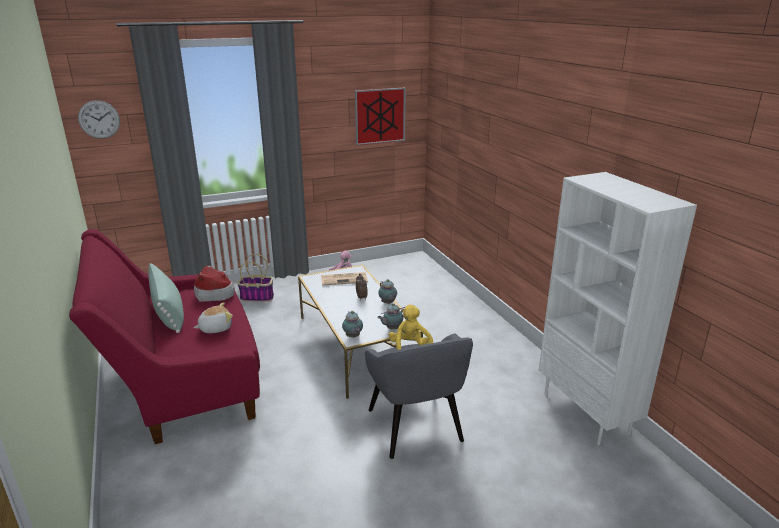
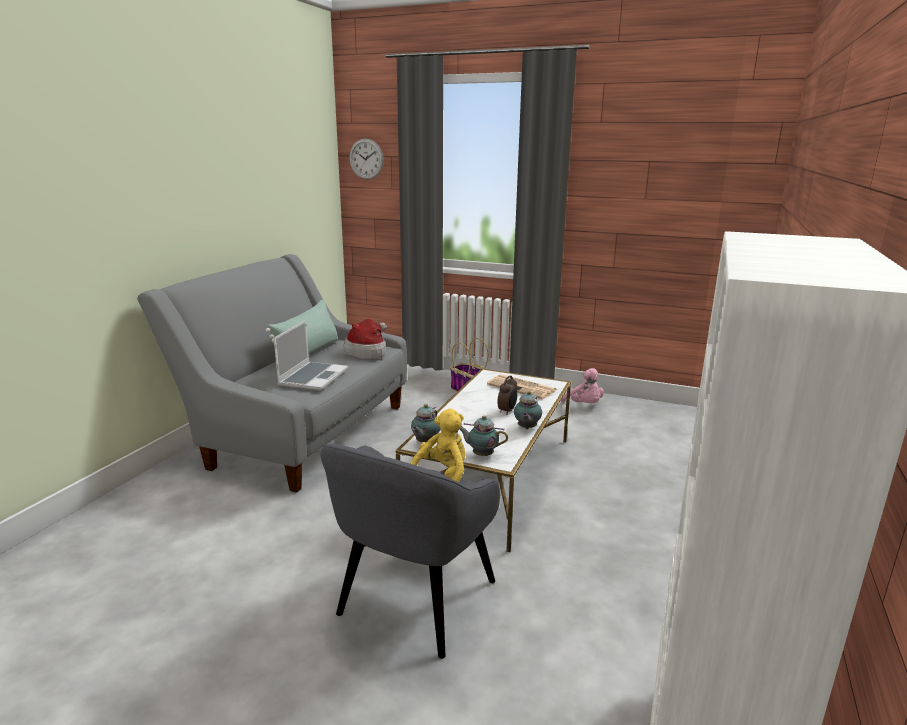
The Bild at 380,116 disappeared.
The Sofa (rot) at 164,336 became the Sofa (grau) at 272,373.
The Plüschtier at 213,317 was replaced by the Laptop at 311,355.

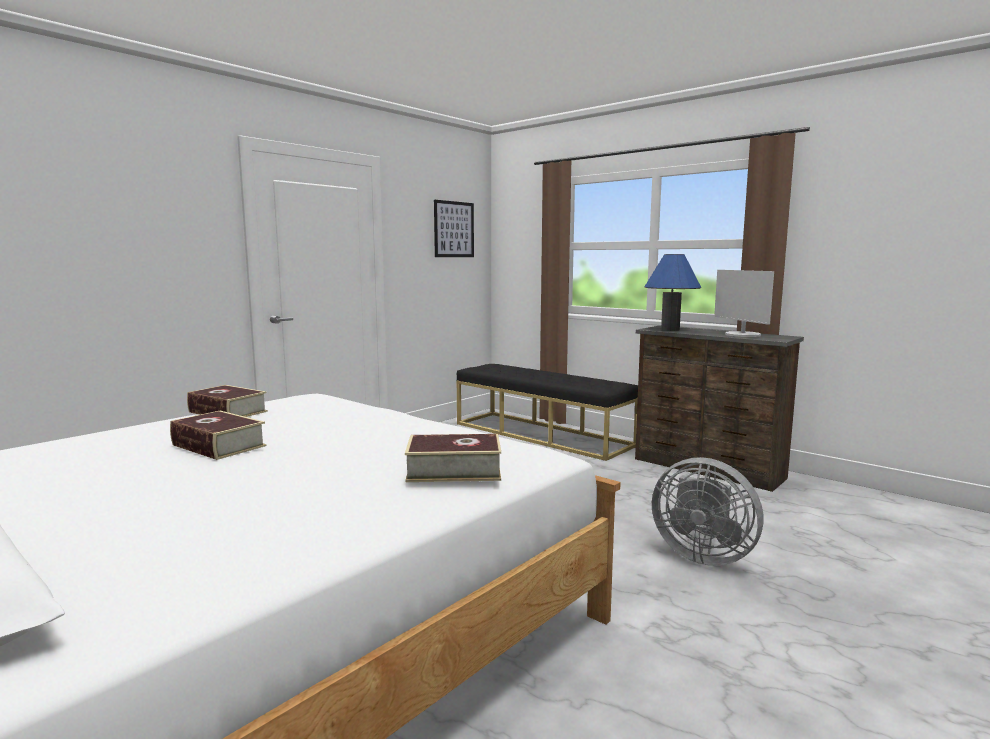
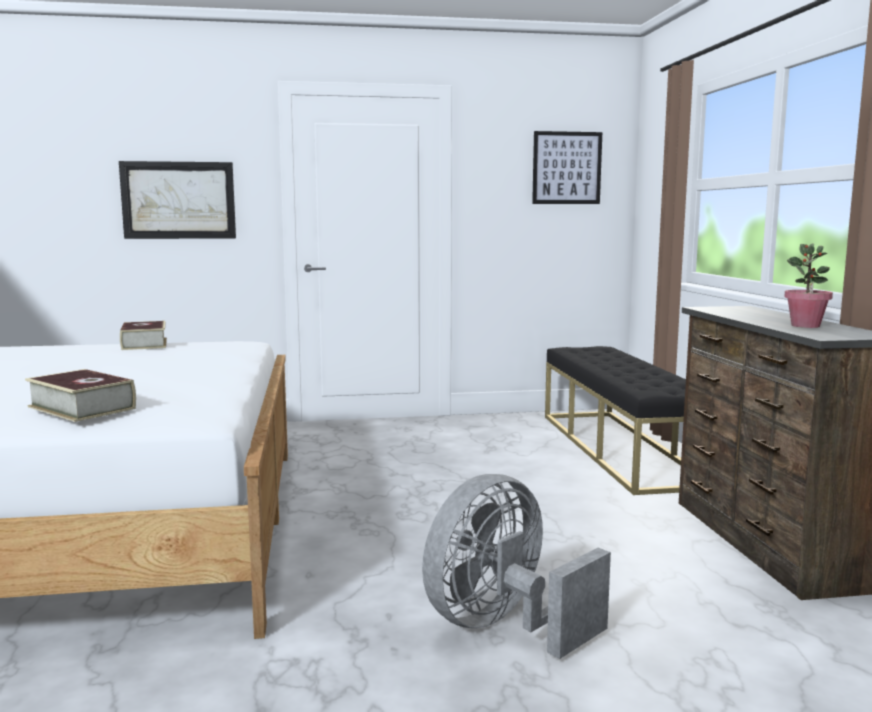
The Tischlampe (blau) at 673,292 disappeared.
The Monitor at 744,303 was replaced by the Topfpflanze at 808,285.
The Buch at 218,435 disappeared.
The Ventilator (grau) at 708,511 turned 60 degrees clockwise.
The Bild at 177,200 appeared.

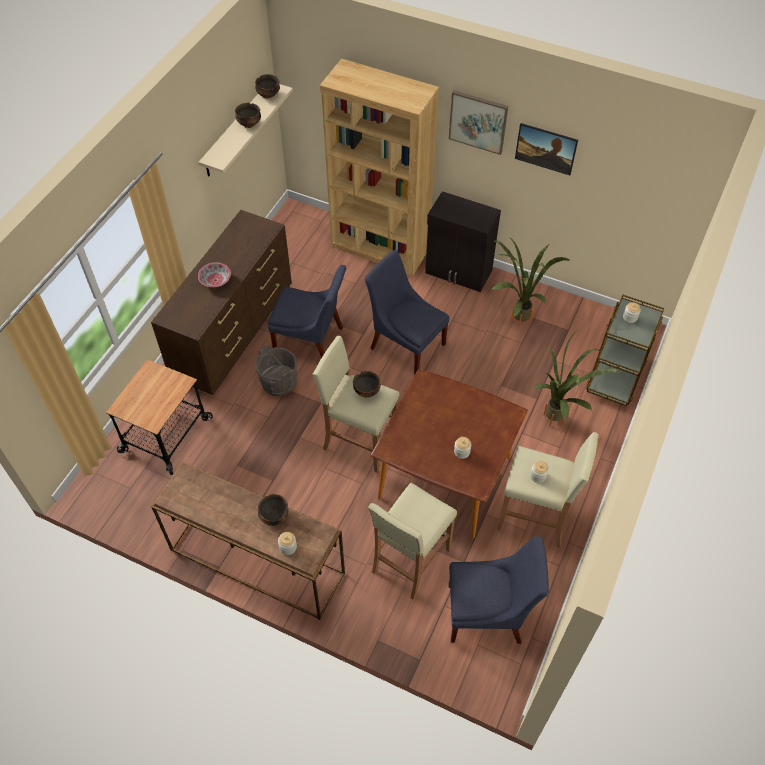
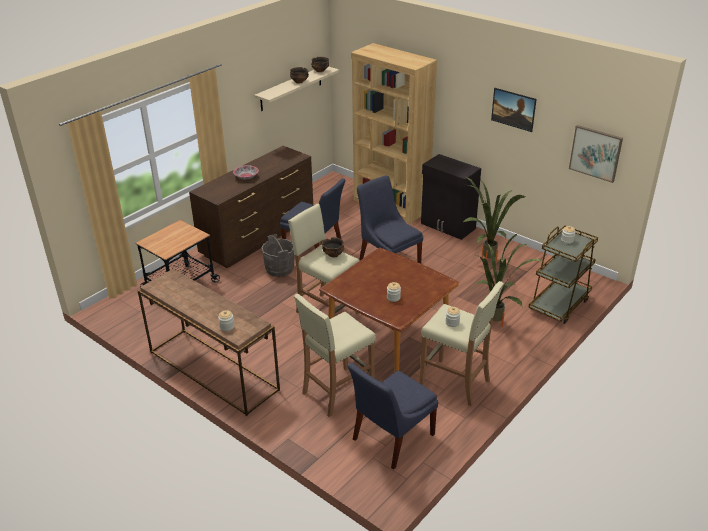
The Bild moved from 478,122 to 596,154.
The Schüssel at 273,510 disappeared.
The Stuhl (blau) at 499,590 turned 120 degrees clockwise.

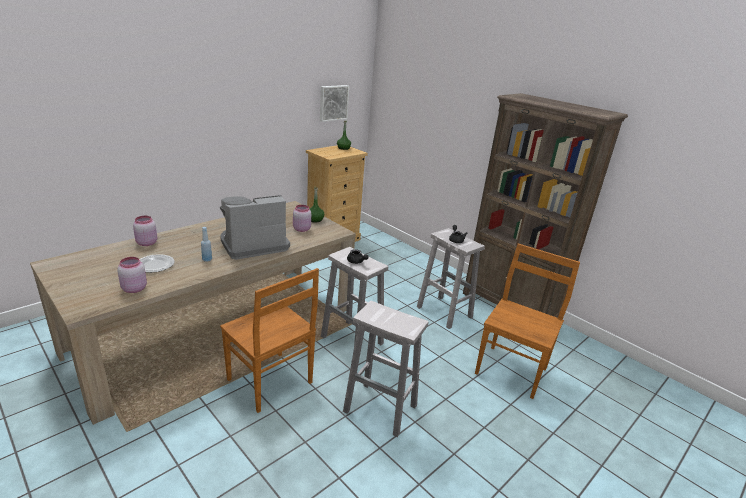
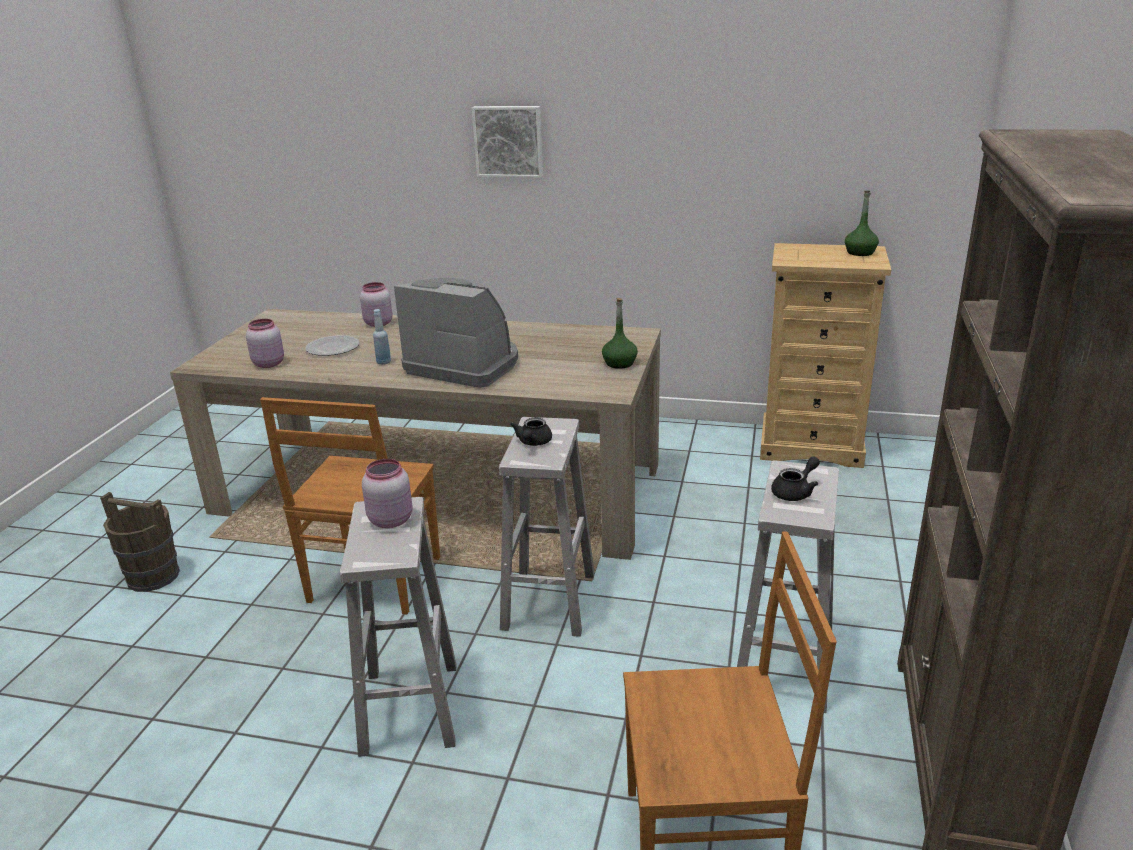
The Bild moved from 334,103 to 507,142.
The Vorratsglas (rosa) moved from 302,218 to 387,493.
The Eimer (braun) at 140,542 appeared.

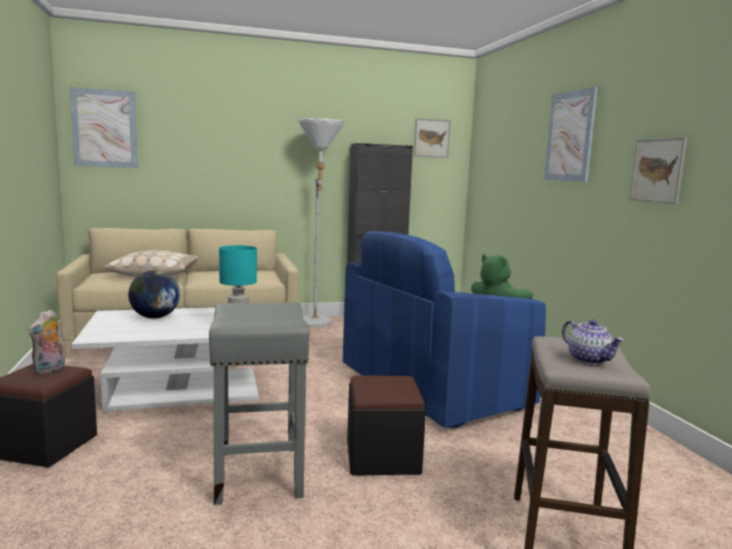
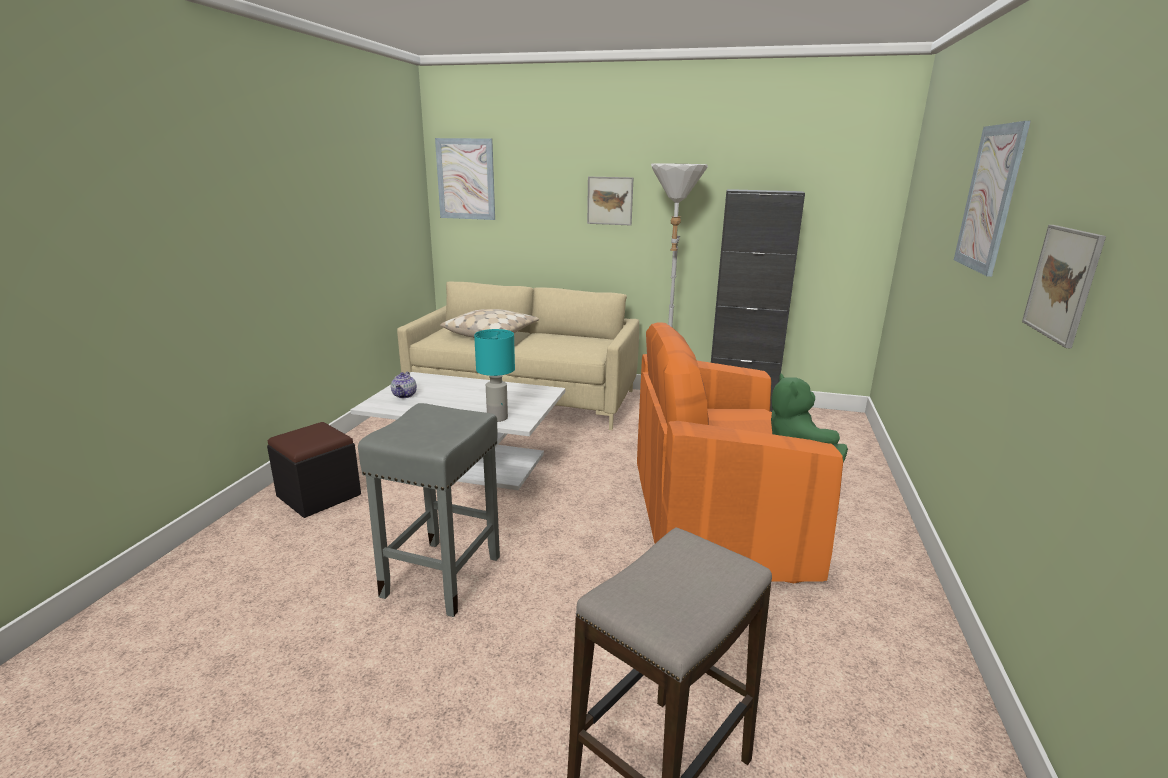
The Bild moved from 432,138 to 610,201.
The Sessel (blau) at 444,329 became the Sessel (orange) at 740,452.
The Globus at 154,294 disappeared.
The Plüschtier at 46,341 disappeared.
The Teekanne moved from 593,342 to 404,385.
The Polsterhocker (schwarz) at 386,425 disappeared.

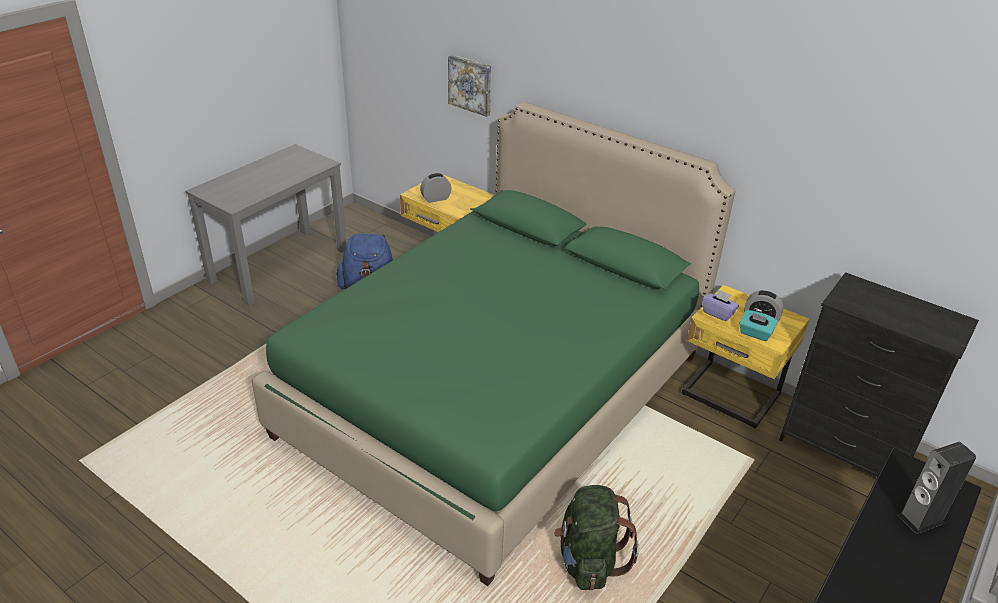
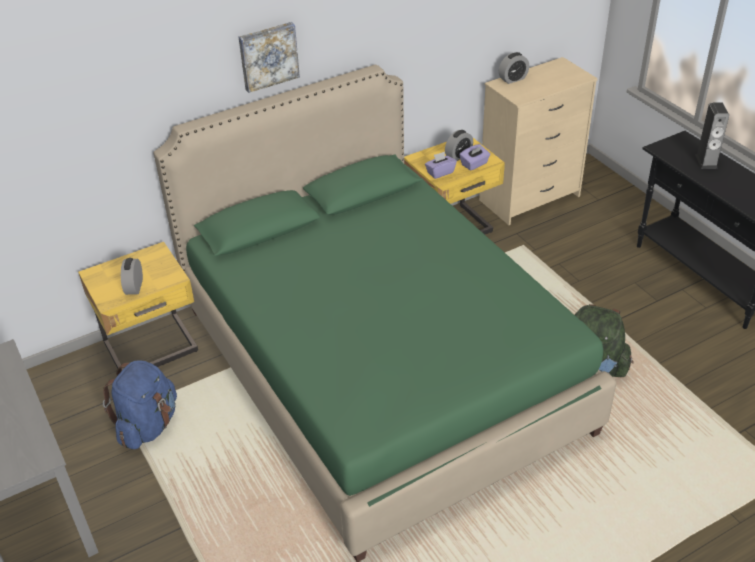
The Bild moved from 469,85 to 269,57.
The Kommode (schwarz) at 879,374 became the Kommode (beige) at 538,141.
The Taschentuchbox (türkis) at 758,325 became the Taschentuchbox (lila) at 474,157.
The Wecker at 514,68 appeared.

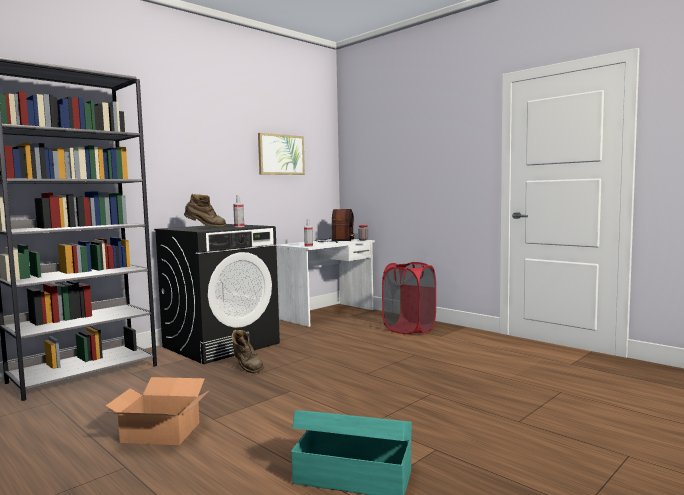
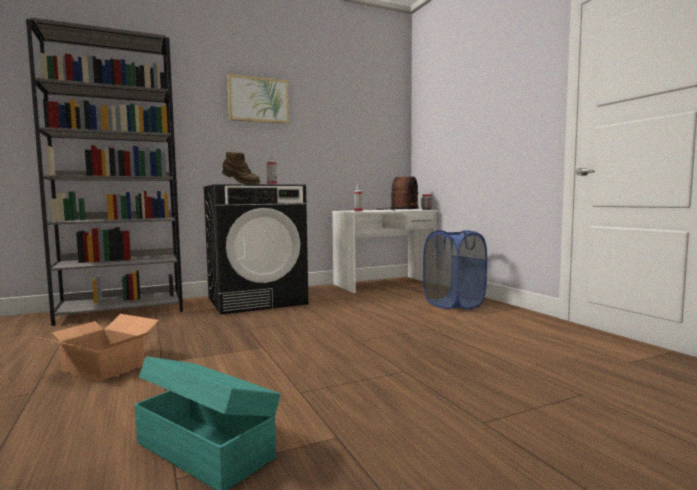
The Bild moved from 281,154 to 258,99.
The Wäschekorb (rot) at 409,298 became the Wäschekorb (blau) at 455,270.
The Stiefel (braun) at 248,351 disappeared.

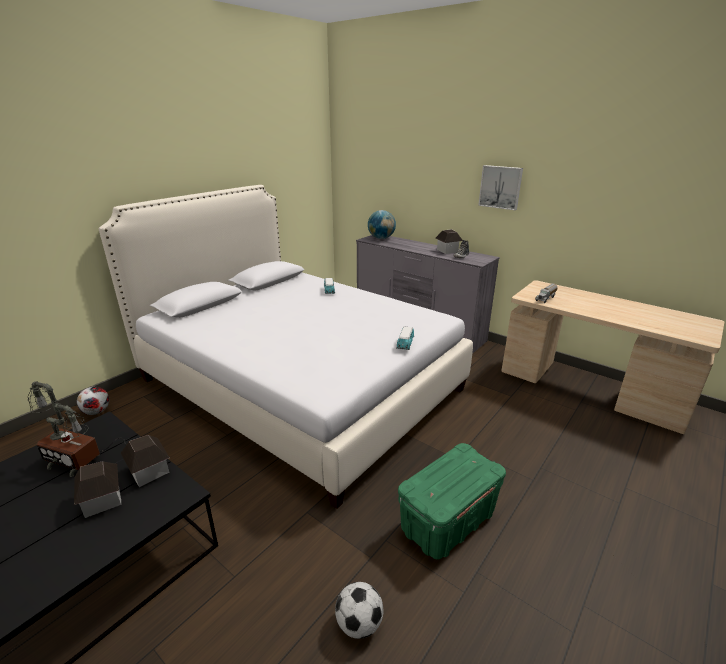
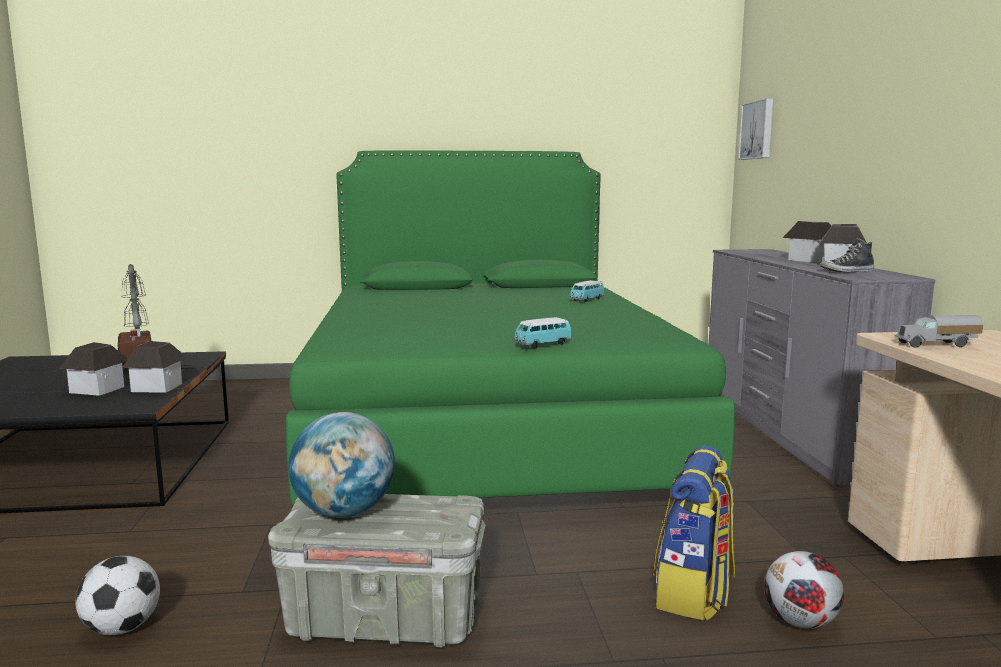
The Bild moved from 500,187 to 755,129.
The Bett (weiß) at 285,347 became the Bett (grün) at 510,327.
The Globus moved from 382,224 to 341,465.
The Fußball moved from 93,401 to 804,590.
The Aufbewahrungsbox (grün) at 452,501 became the Aufbewahrungsbox (grau) at 377,571.
The Spielzeughaus at 807,242 appeared.
The Rucksack at 694,533 appeared.

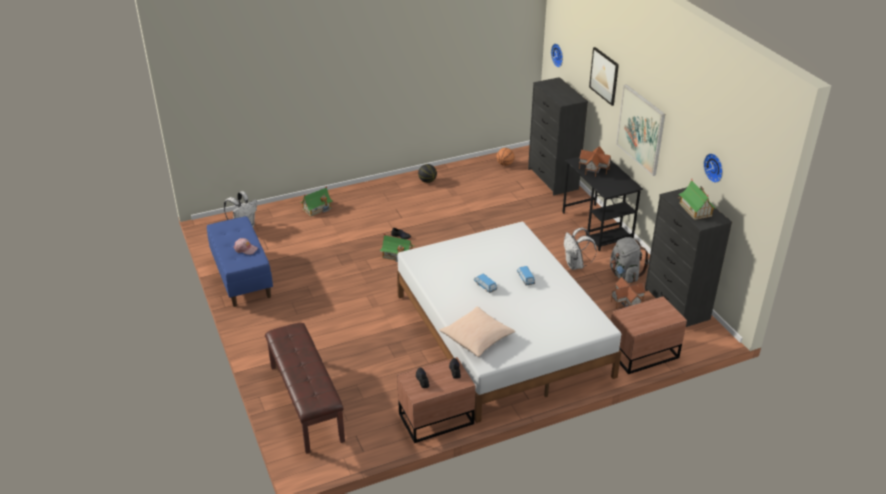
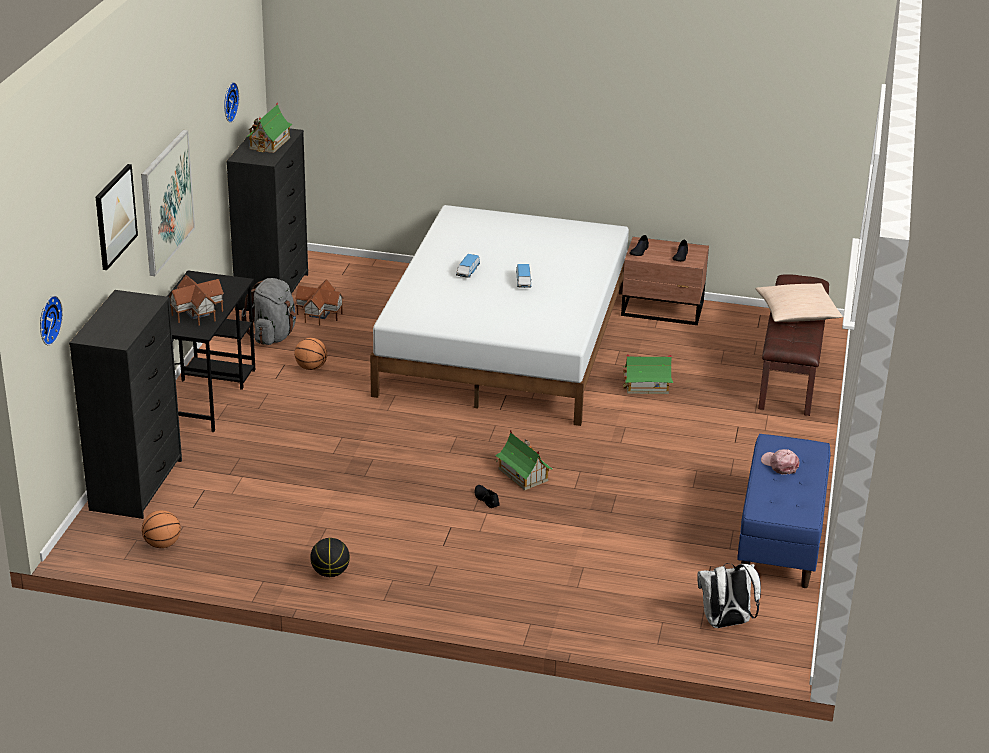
The Spielzeughaus moved from 316,201 to 647,374.
The Rucksack (weiß) at 580,249 was replaced by the Basketball at 310,354.
The Nachttisch (braun) at 649,335 disappeared.
The Kissen (beige) moved from 477,332 to 799,302.

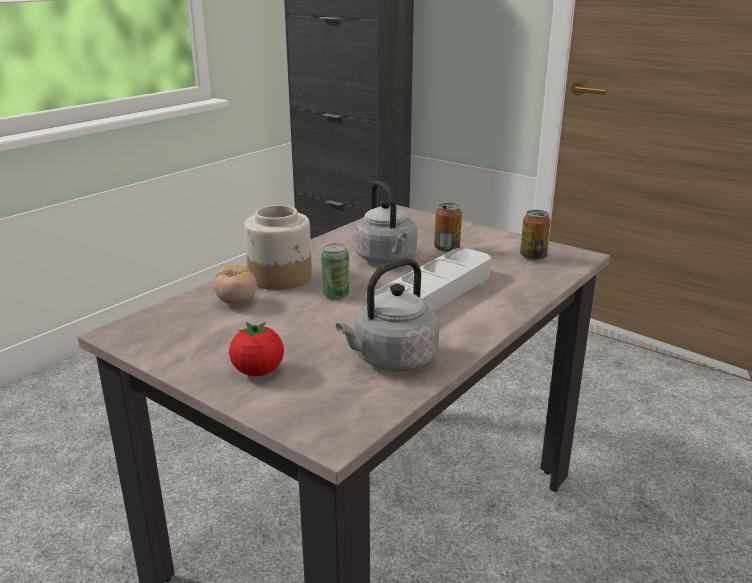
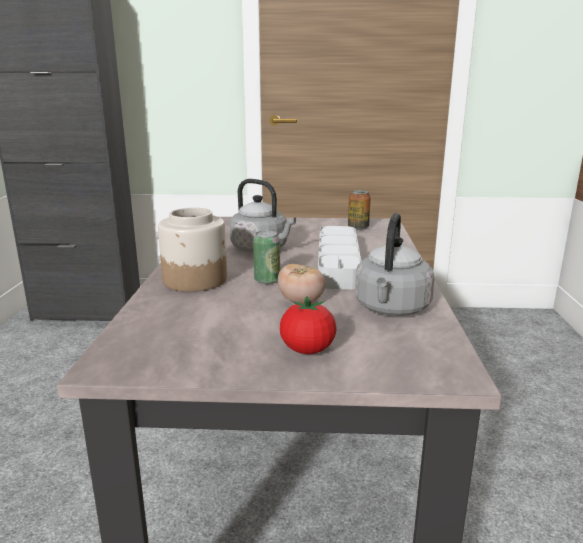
The Dose at 448,227 disappeared.
The Tomate moved from 235,285 to 302,283.

